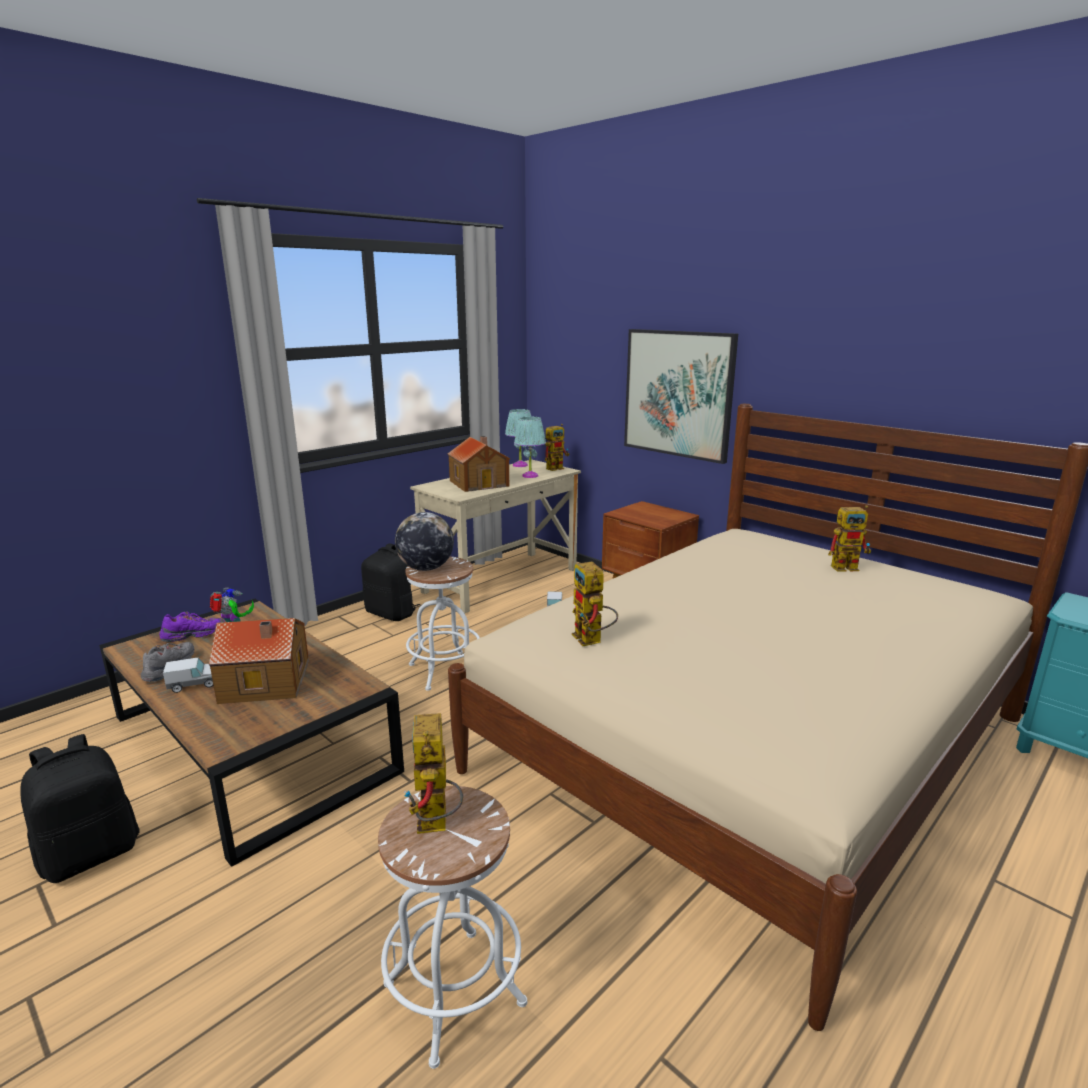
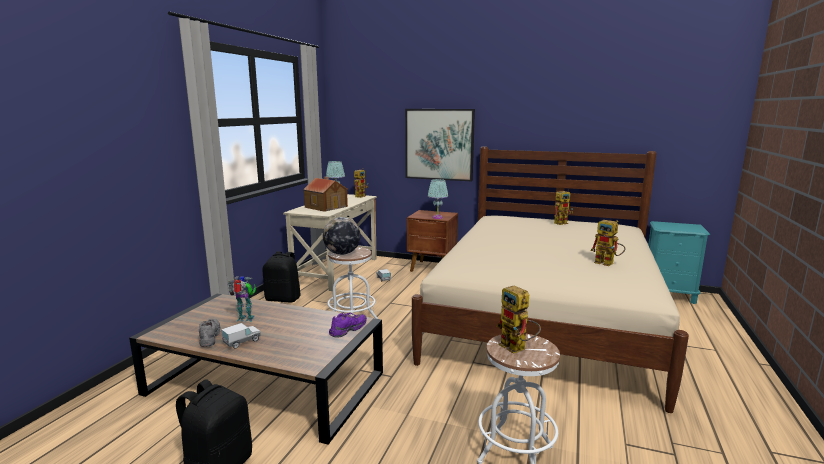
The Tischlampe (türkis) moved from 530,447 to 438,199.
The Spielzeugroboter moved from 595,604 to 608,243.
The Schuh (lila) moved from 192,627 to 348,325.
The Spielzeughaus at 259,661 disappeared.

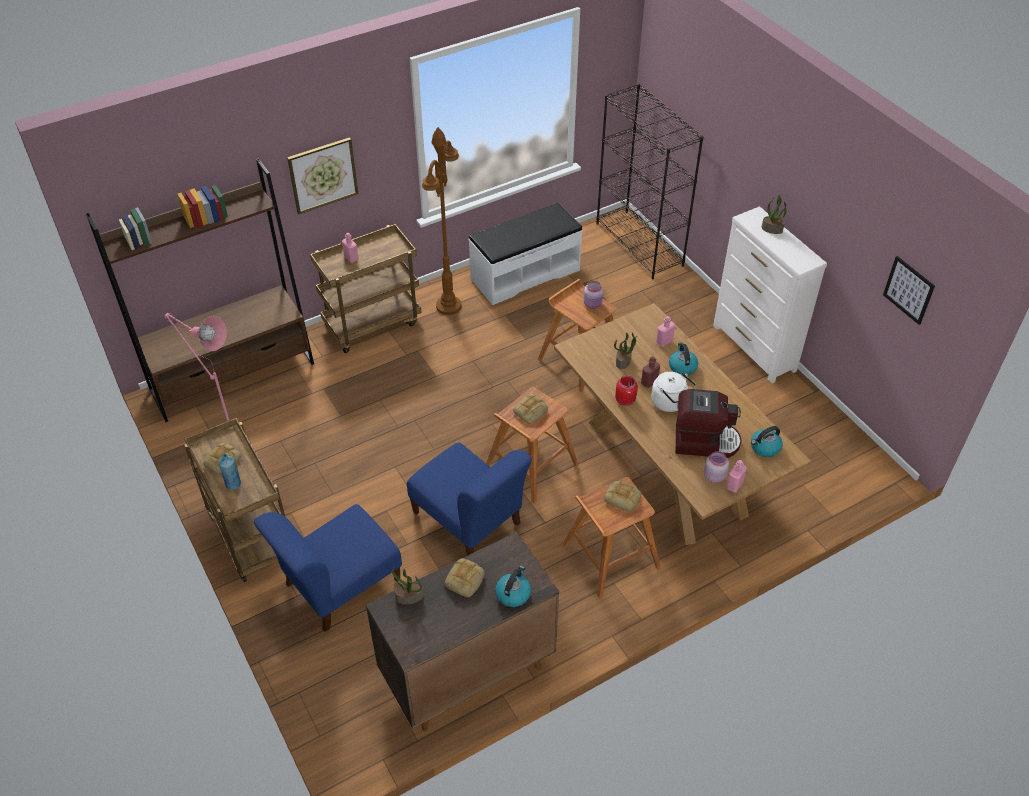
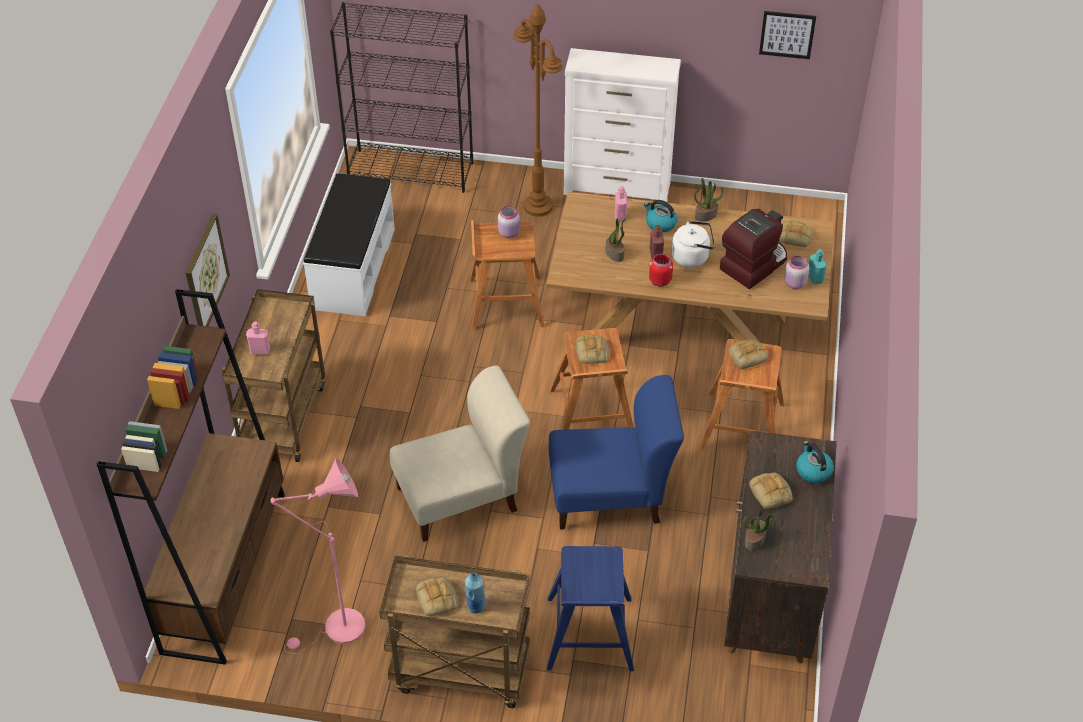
The Stehlampe (braun) moved from 441,221 to 538,110.
The Topfpflanze moved from 774,214 to 708,200.
The Wasserkessel at 767,441 was replaced by the Brot at 796,233.
The Flasche (rosa) at 736,476 became the Flasche (türkis) at 817,267.
The Stuhl (blau) at 328,568 was replaced by the Hocker (blau) at 590,608.
The Stuhl (beige) at 460,453 appeared.

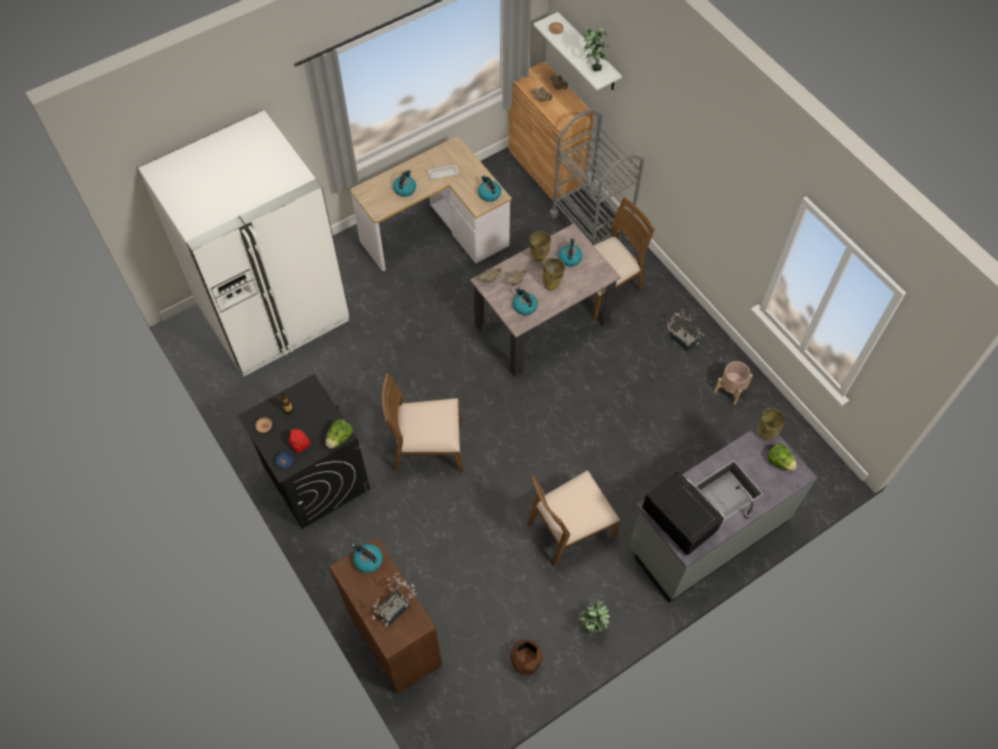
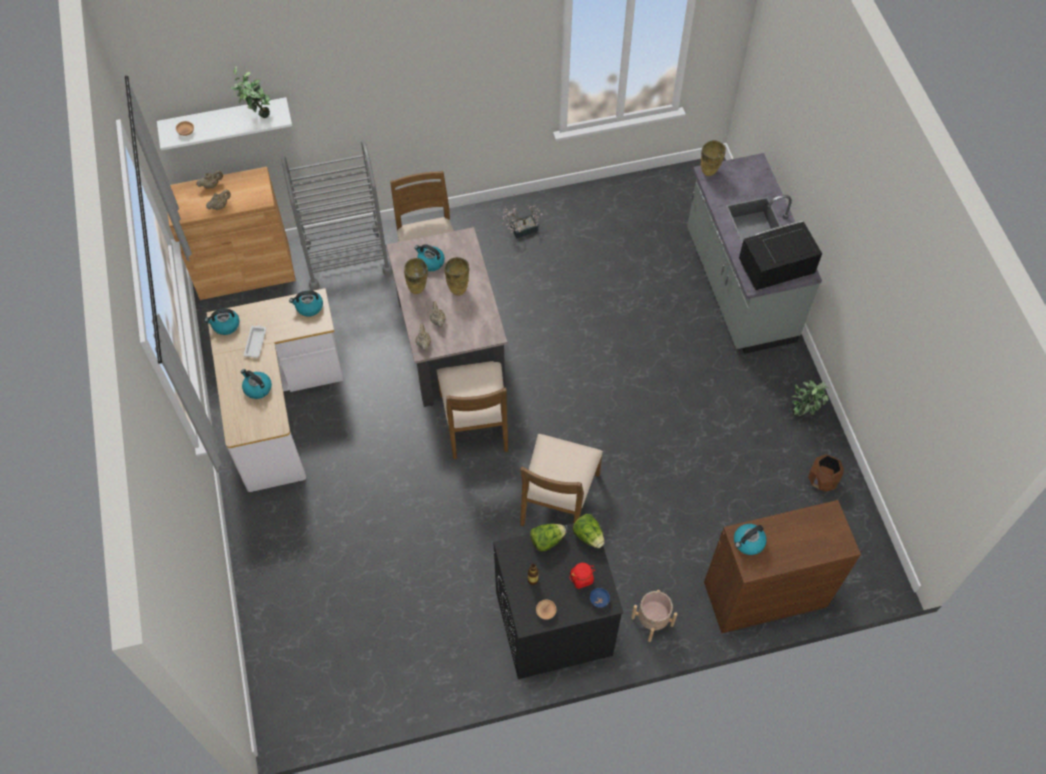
The Kühlschrank (weiß) at 244,243 disappeared.
The Wasserkessel moved from 525,301 to 222,322.
The Pflanzkübel (beige) moved from 733,383 to 654,616.
The Salatkopf moved from 782,457 to 548,537.
The Stuhl (braun) moved from 573,518 to 472,410.
The Topfpflanze at 394,599 disappeared.

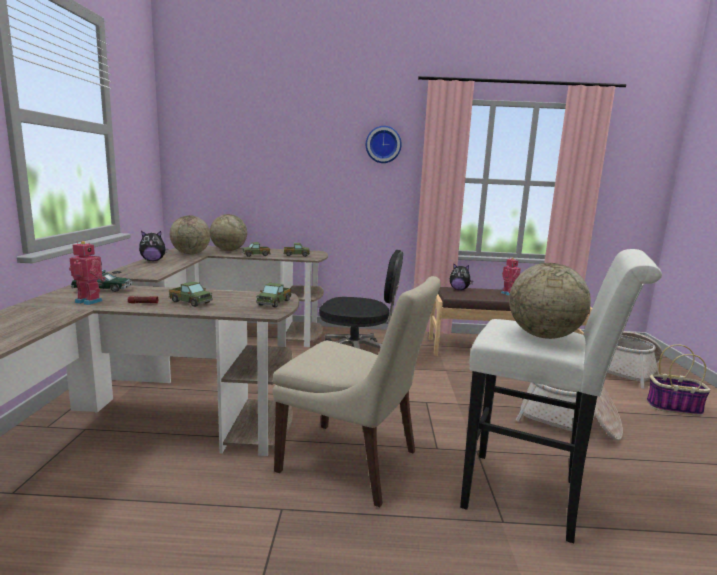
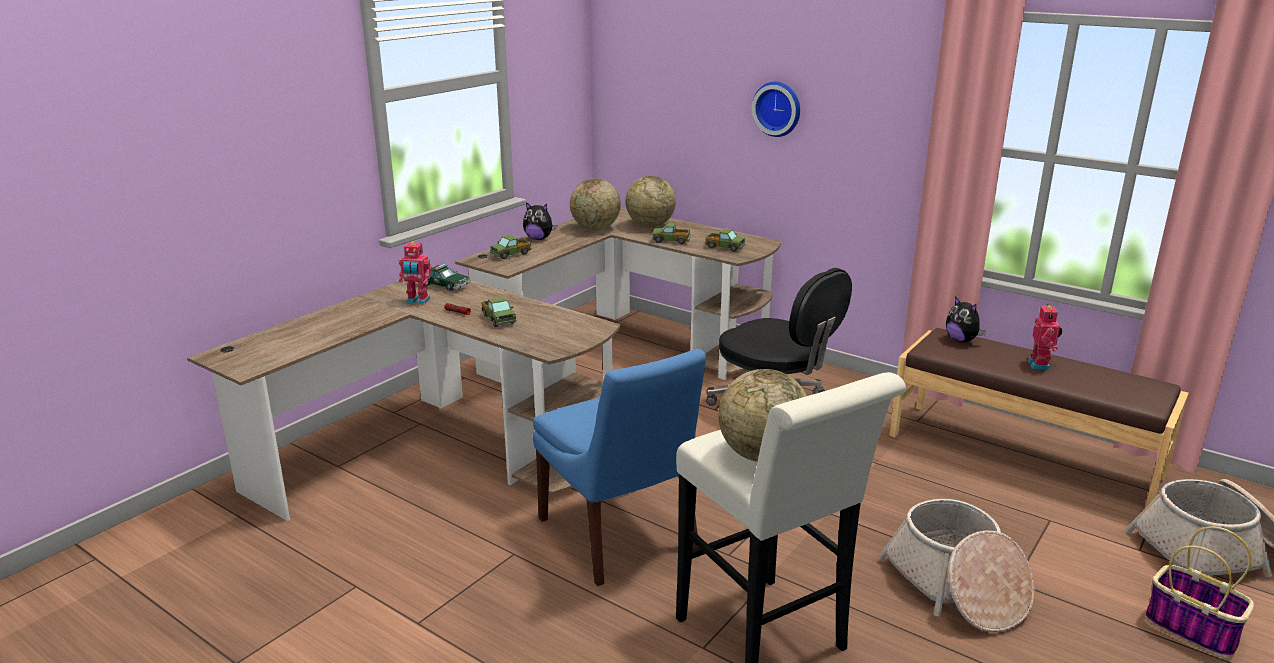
The Wanduhr moved from 384,144 to 776,109.
The Spielzeugroboter at 87,273 turned 135 degrees clockwise.
The Stuhl (beige) at 357,391 became the Stuhl (blau) at 619,467.
The Spielzeuglaster moved from 273,295 to 511,247.

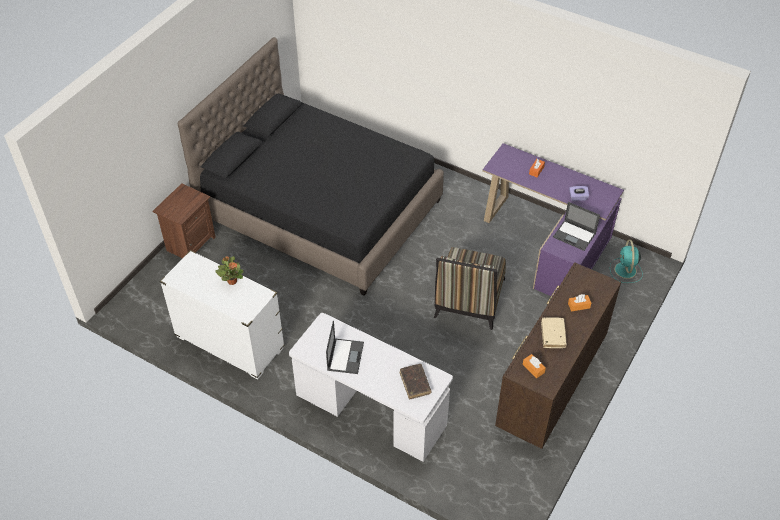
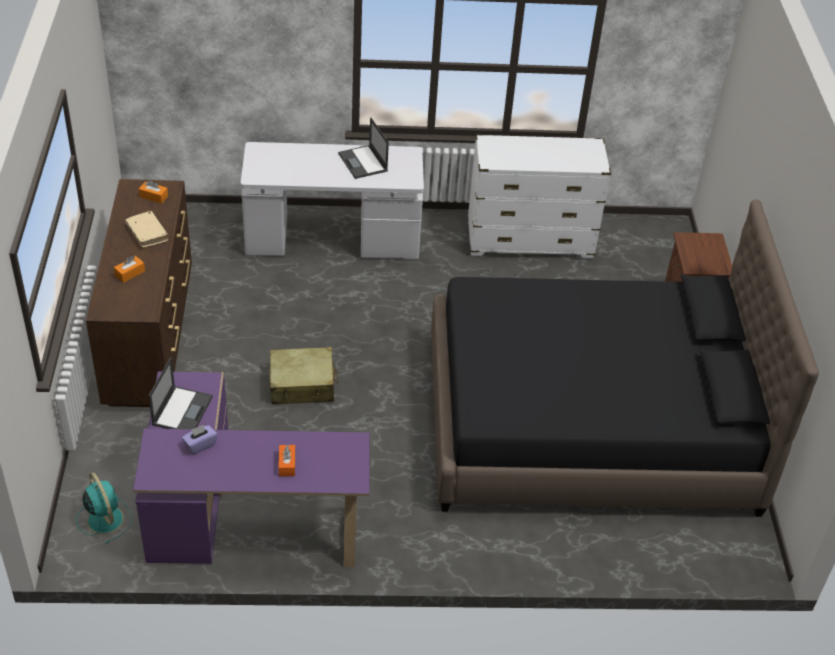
The Laptop at 576,226 turned 105 degrees clockwise.
The Stuhl at 470,288 was replaced by the Koffer (beige) at 304,376.
The Topfpflanze at 229,270 disappeared.
The Buch (braun) at 416,381 disappeared.

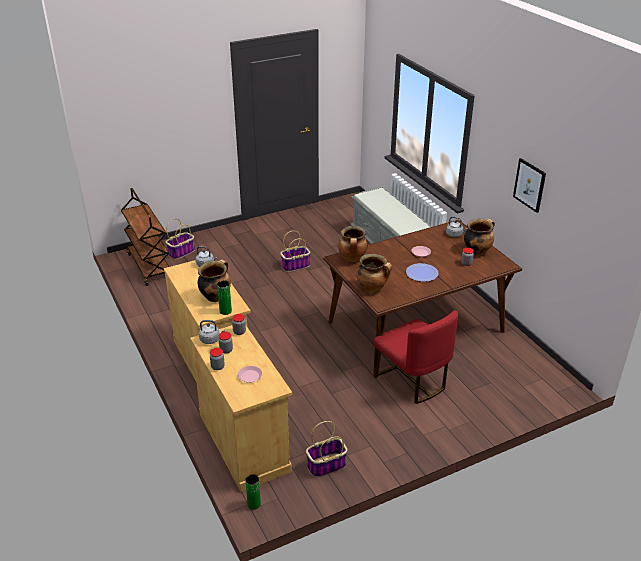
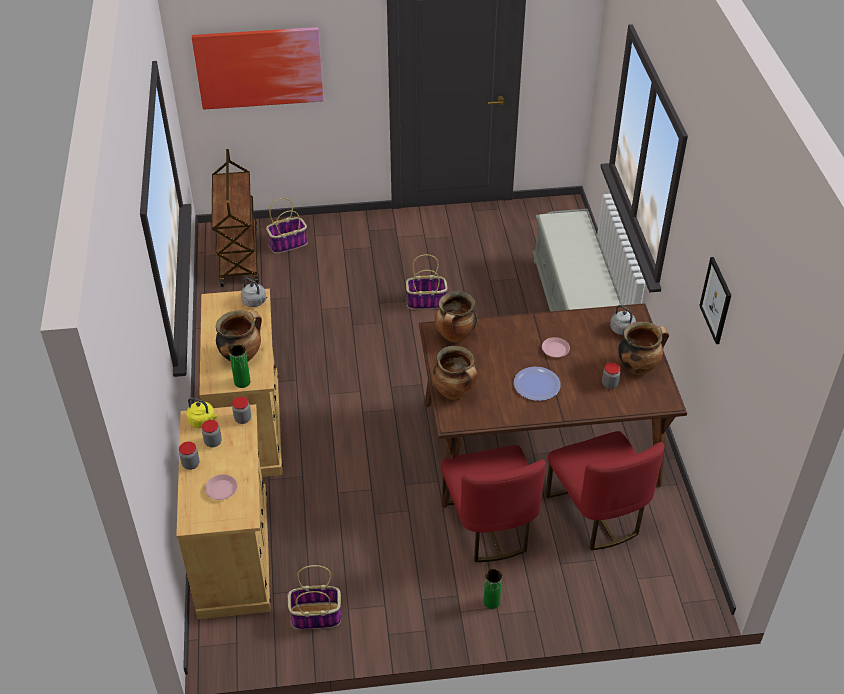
The Wasserkessel (grau) at 212,332 became the Wasserkessel (gelb) at 202,412.
The Vase (grün) moved from 253,491 to 493,589.
The Bild at 258,68 appeared.
The Stuhl (rot) at 604,490 appeared.

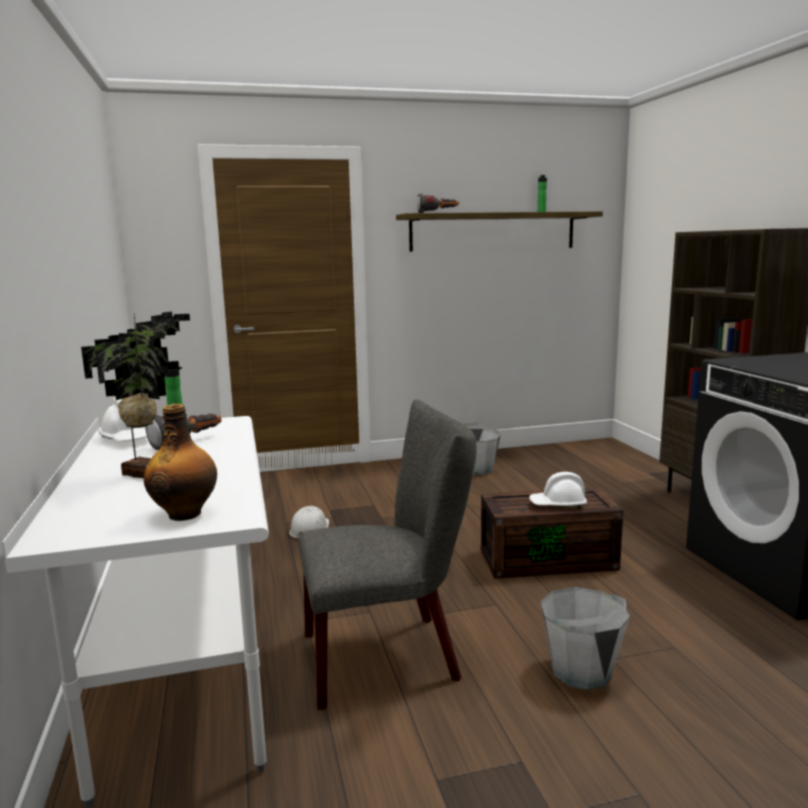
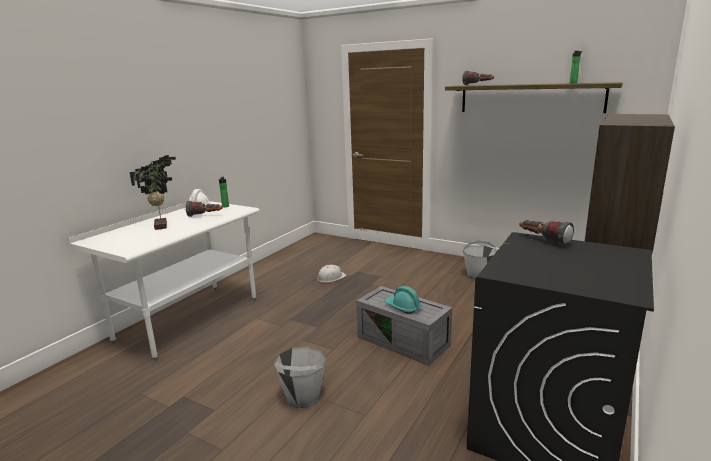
The Stuhl (grau) at 387,554 disappeared.
The Flasche at 180,462 disappeared.
The Schutzhelm (weiß) at 558,490 became the Schutzhelm (türkis) at 403,300.
The Aufbewahrungsbox (braun) at 552,533 became the Aufbewahrungsbox (grau) at 404,326.
The Taschenlampe at 546,233 appeared.

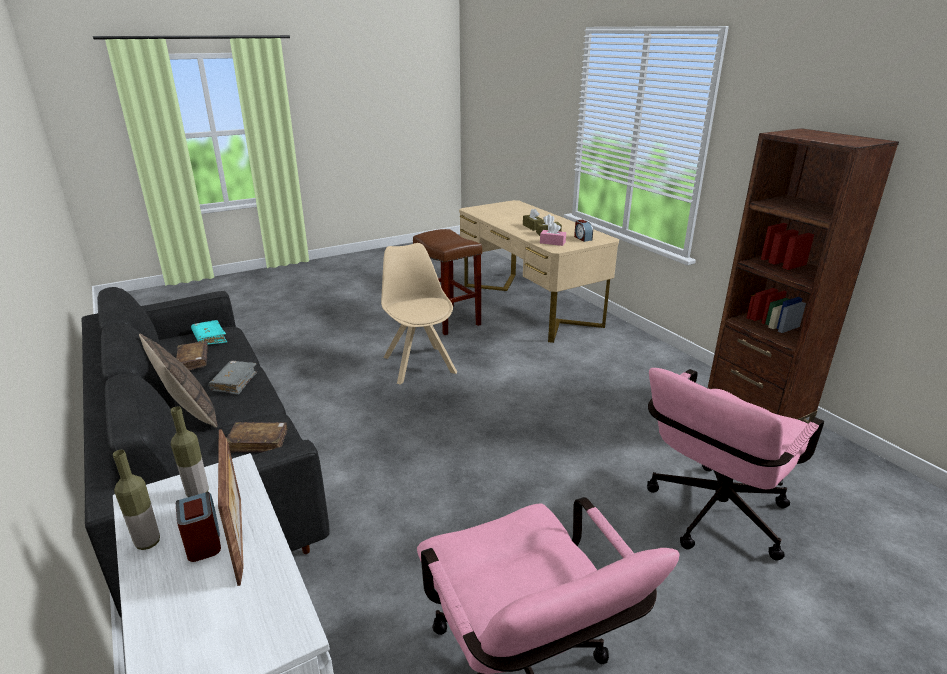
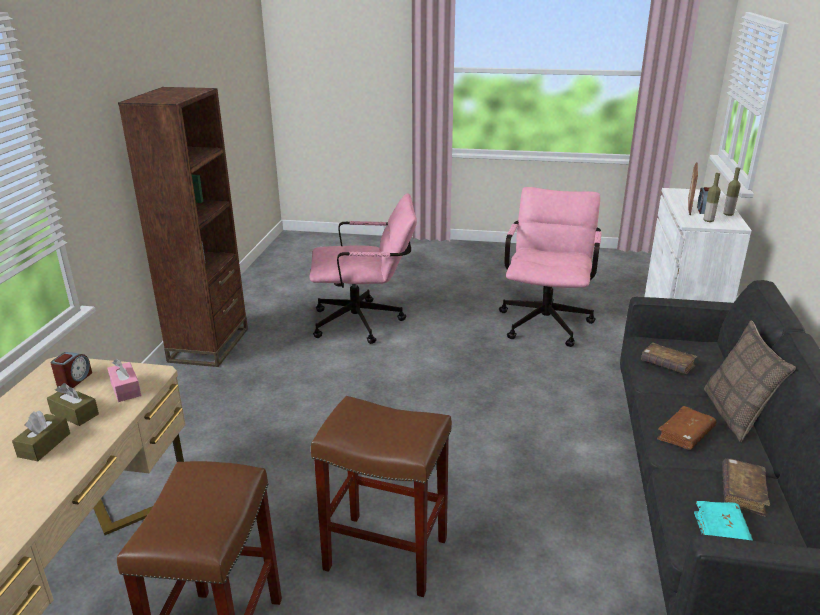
The Stuhl (beige) at 419,314 was replaced by the Hocker (braun) at 381,496.
The Buch (grau) at 232,378 became the Buch (braun) at 686,428.

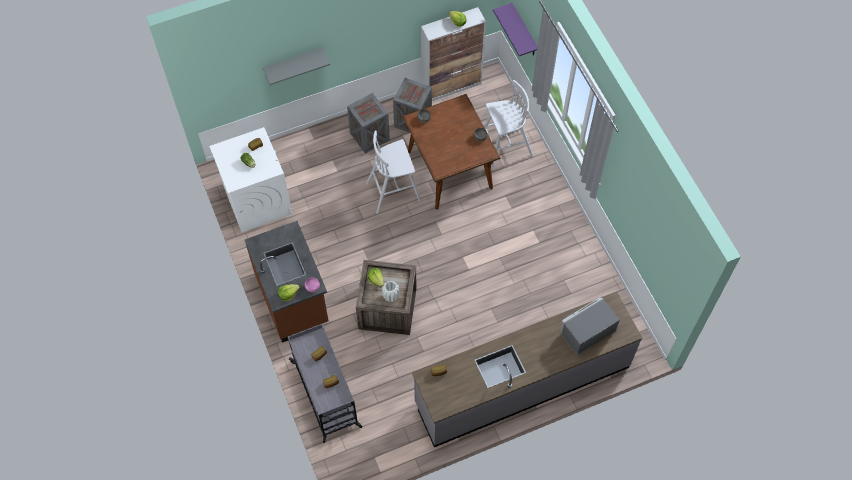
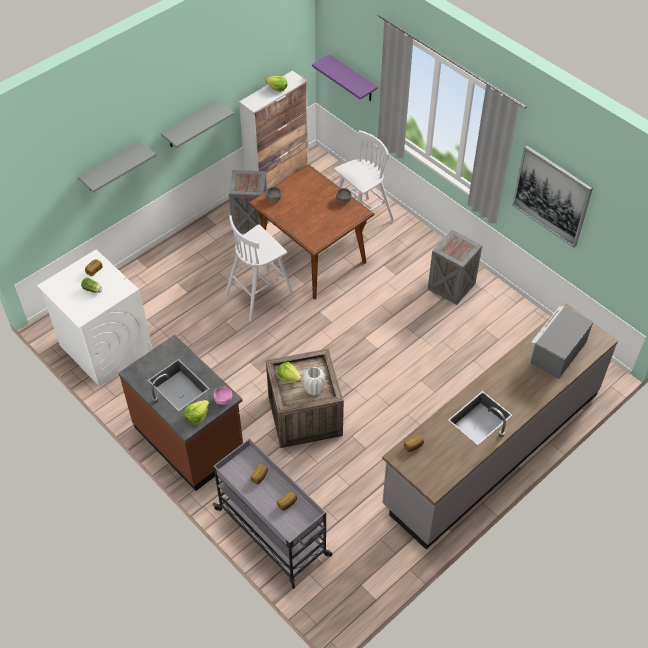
The Kiste moved from 368,123 to 455,267.
The Wandregal (grau) at 197,124 appeared.
The Bild at 552,196 appeared.

